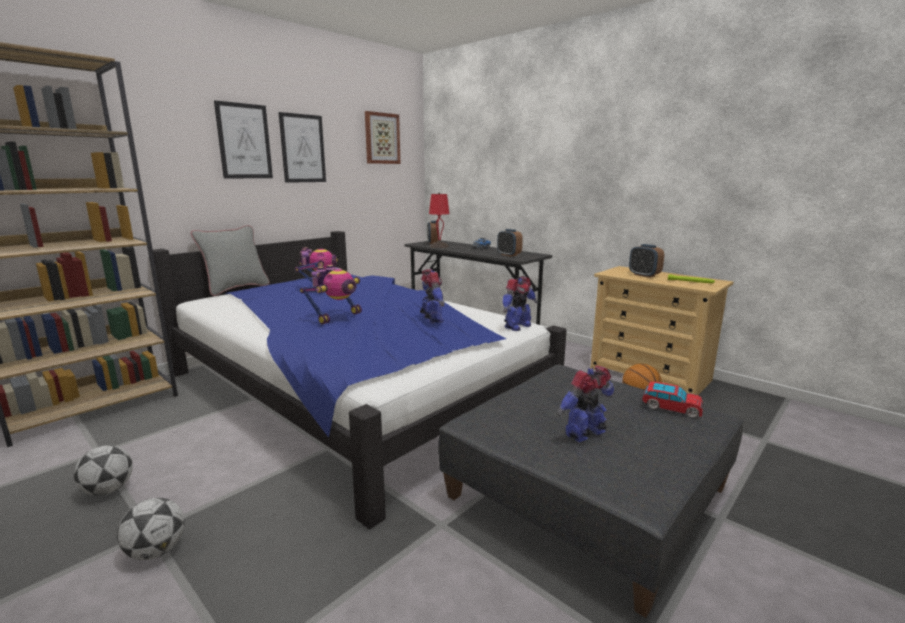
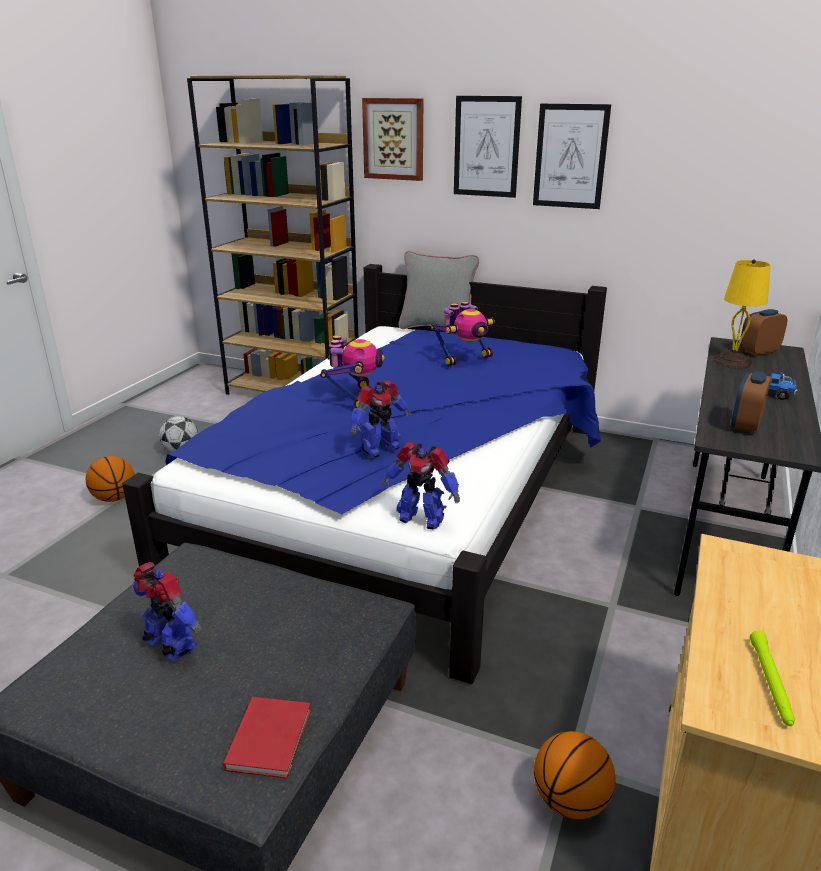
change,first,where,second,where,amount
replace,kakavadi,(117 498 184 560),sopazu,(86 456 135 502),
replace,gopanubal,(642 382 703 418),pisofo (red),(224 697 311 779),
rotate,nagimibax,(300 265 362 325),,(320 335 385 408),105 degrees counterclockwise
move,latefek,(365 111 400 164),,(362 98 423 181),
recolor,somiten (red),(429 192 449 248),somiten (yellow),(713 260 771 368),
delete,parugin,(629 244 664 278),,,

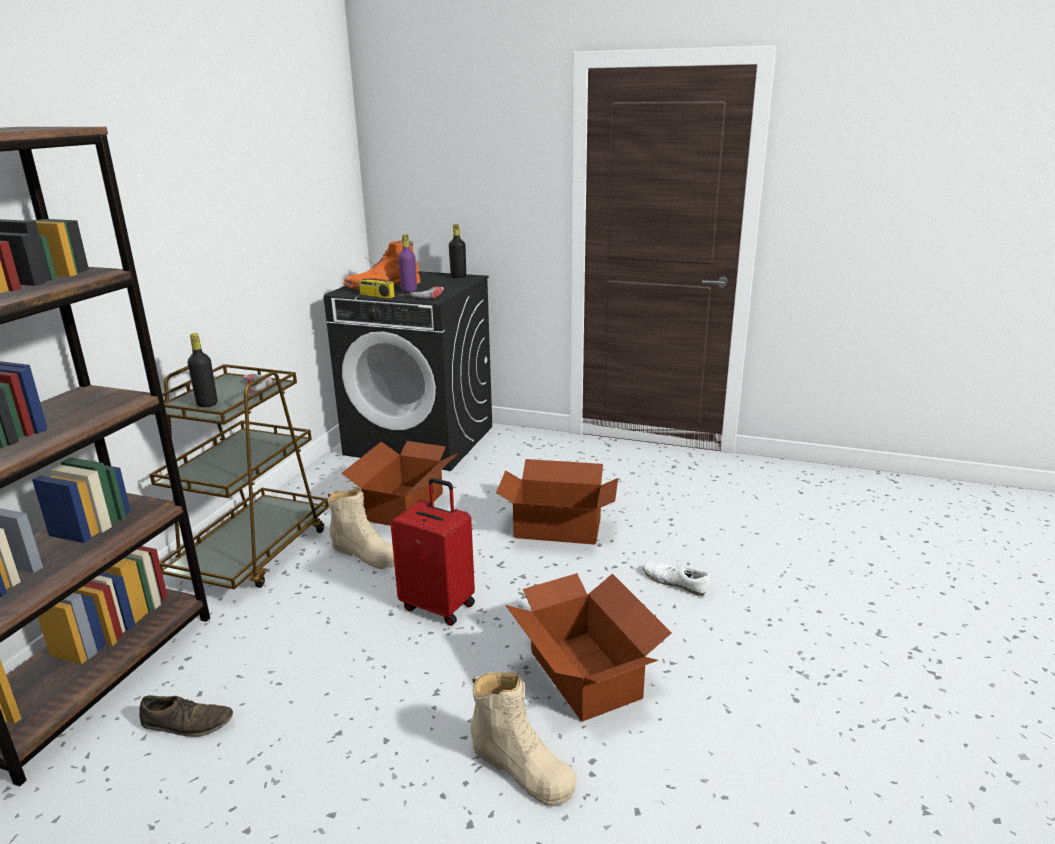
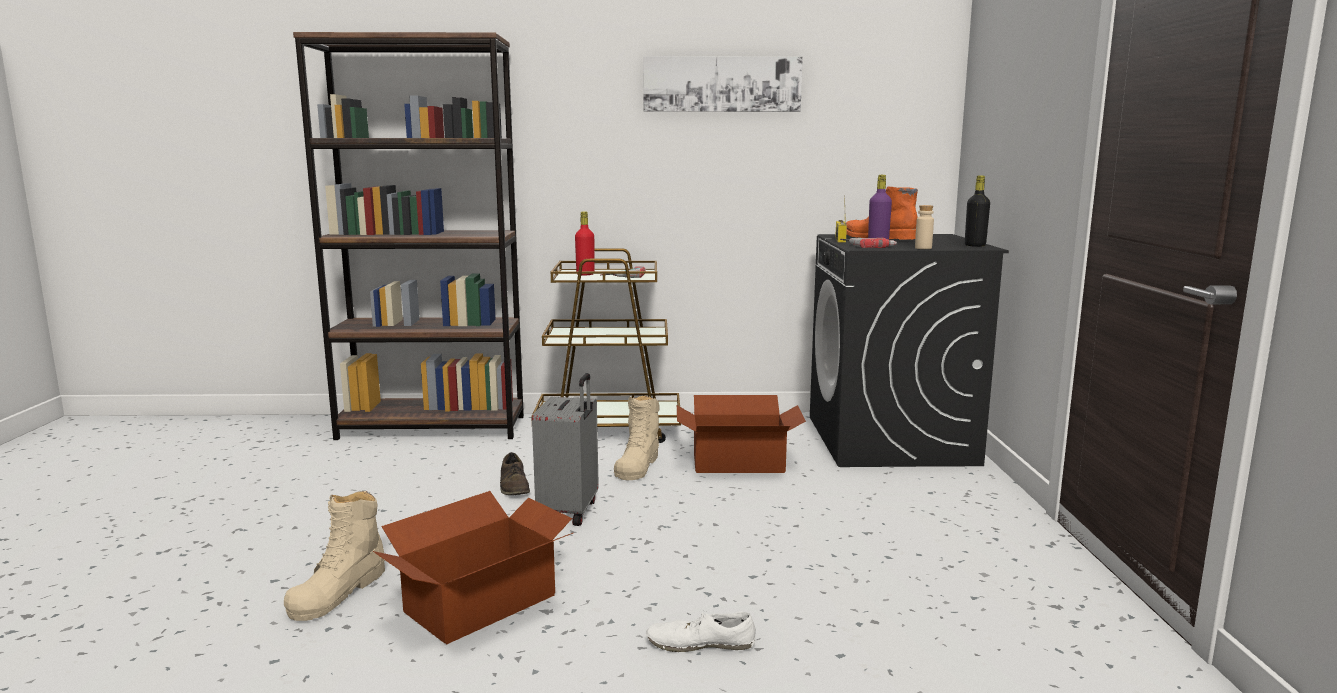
change,first,where,second,where,amount
move,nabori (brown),(139 695 233 737),,(500 452 530 495),
recolor,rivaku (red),(390 478 475 626),rivaku (grey),(532 373 599 526),
recolor,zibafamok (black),(188 333 217 407),zibafamok (red),(575 211 595 276),
insert,,,latefek,(643 56 803 112),
rotate,nabori (white),(643 561 711 596),,(646 611 756 652),105 degrees counterclockwise
insert,,,zibafamok (beige),(915 205 934 249),
delete,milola,(496 459 618 545),,,

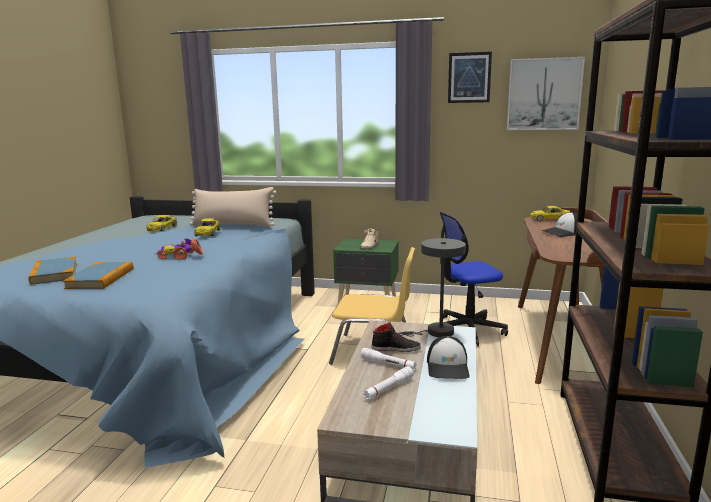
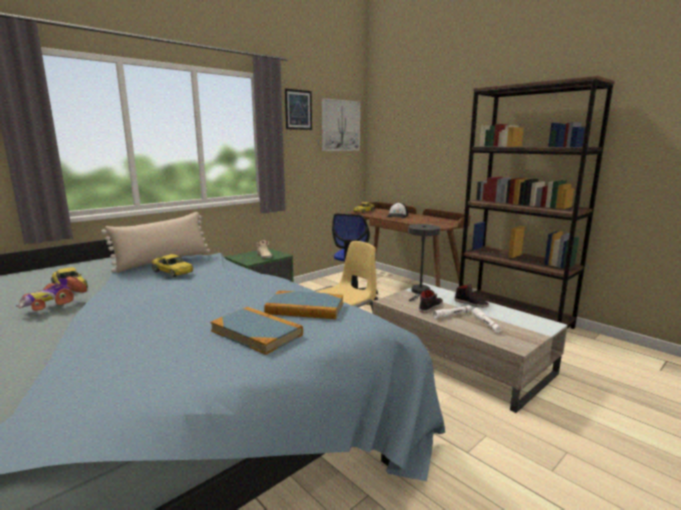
change,first,where,second,where,amount
move,gopanubal,(155 238 203 259),,(16 276 87 311),
move,pisofo,(29 256 77 285),,(264 291 344 319),
replace,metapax,(427 336 469 379),nabori (black),(455 284 489 307),

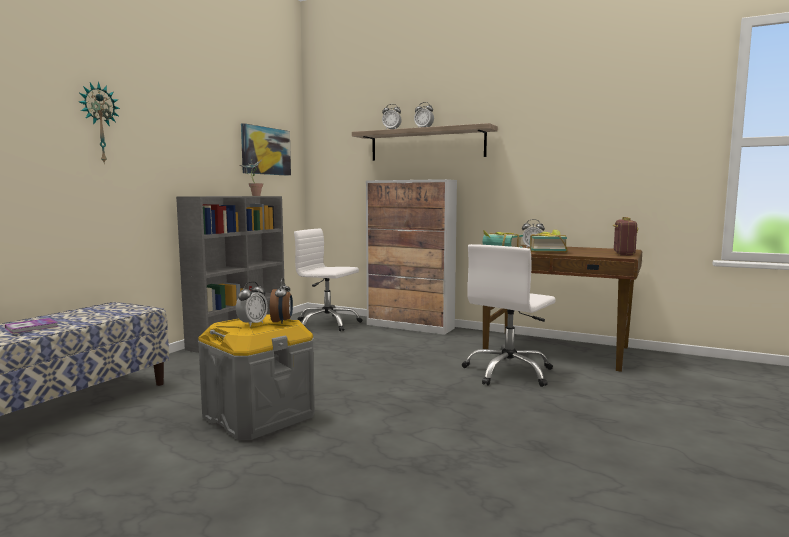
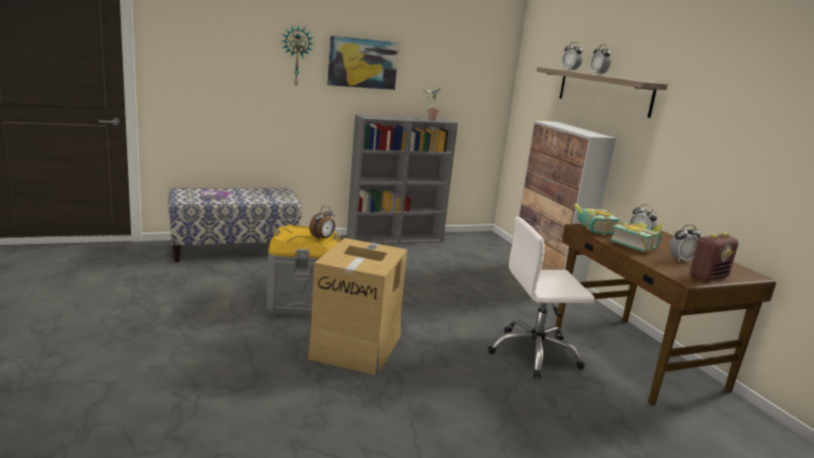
change,first,where,second,where,amount
insert,,,milola,(308 238 408 375),
move,latefek,(241 123 291 176),,(327 36 399 90),
move,parugin,(236 282 268 326),,(669 225 701 262),
delete,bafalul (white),(294 229 362 331),,,

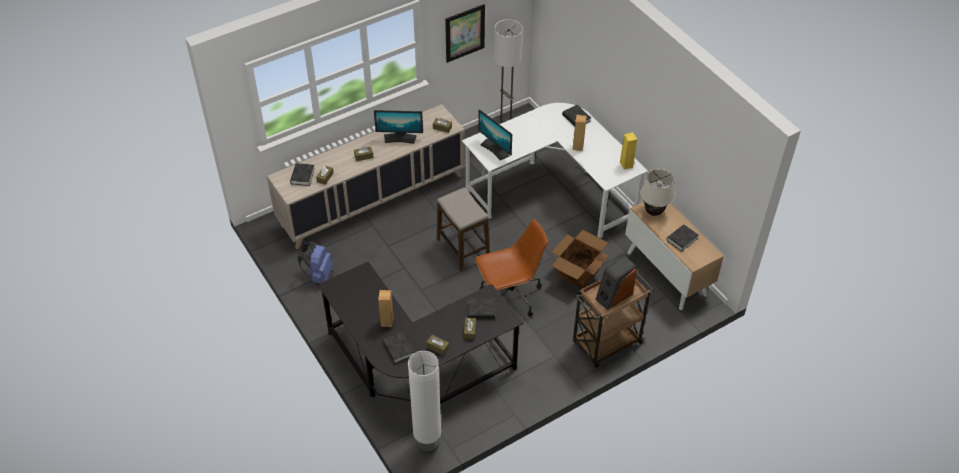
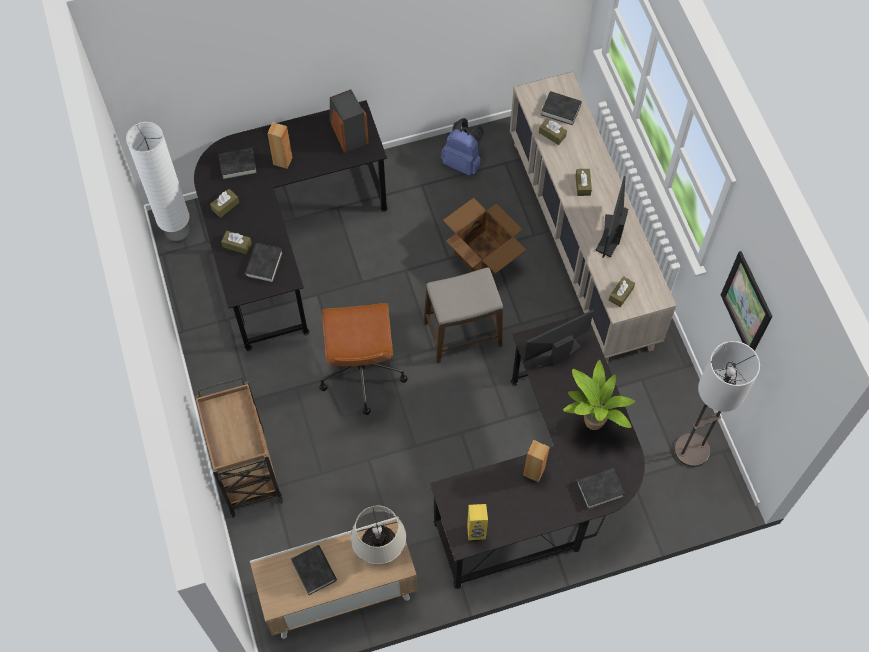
change,first,where,second,where,amount
move,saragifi,(595 255 637 310),,(330 89 369 153),
recolor,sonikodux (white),(462 103 648 238),sonikodux (black),(430 313 645 589),
move,milola,(551 230 609 289),,(443 198 526 274),
insert,,,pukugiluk,(563 360 635 430),

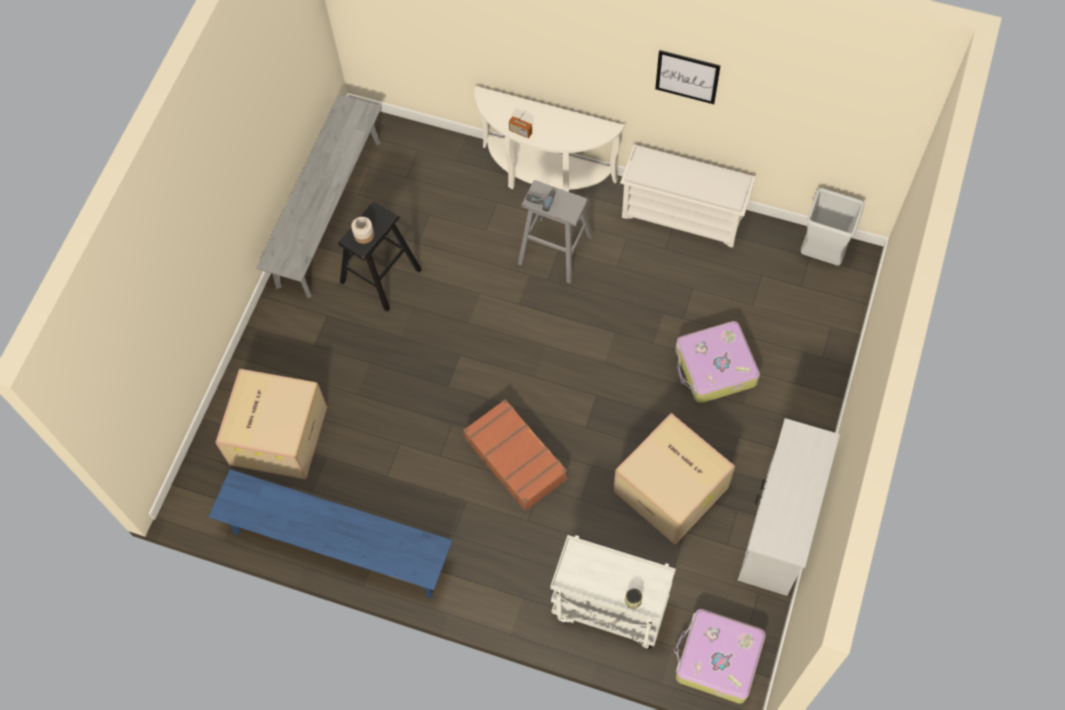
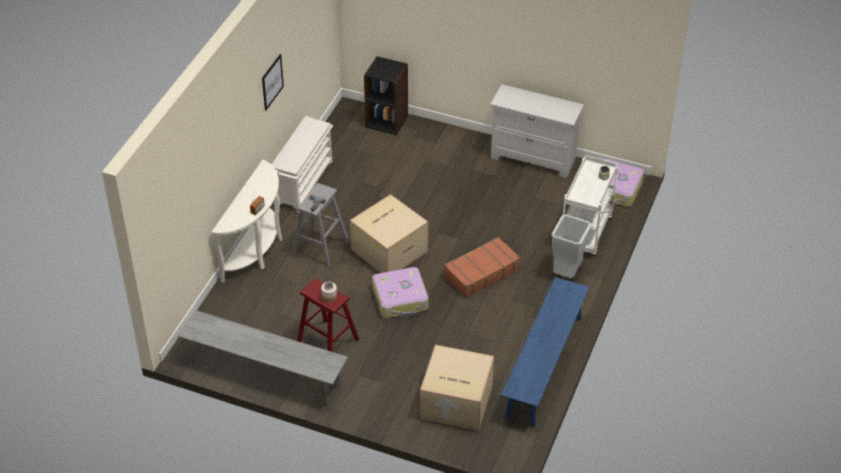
change,first,where,second,where,amount
recolor,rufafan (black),(338 201 422 312),rufafan (red),(297 279 359 352),
move,milola,(614 413 735 545),,(350 194 428 273),
insert,,,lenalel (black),(364 56 408 135),
move,rivaku,(675 321 760 403),,(372 267 428 318),
move,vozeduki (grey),(801 188 864 265),,(551 215 591 278),

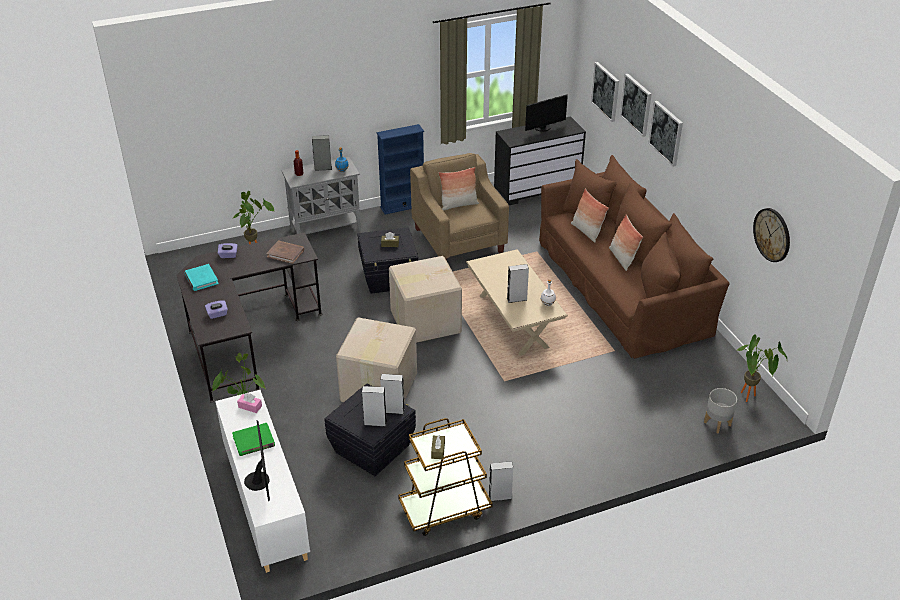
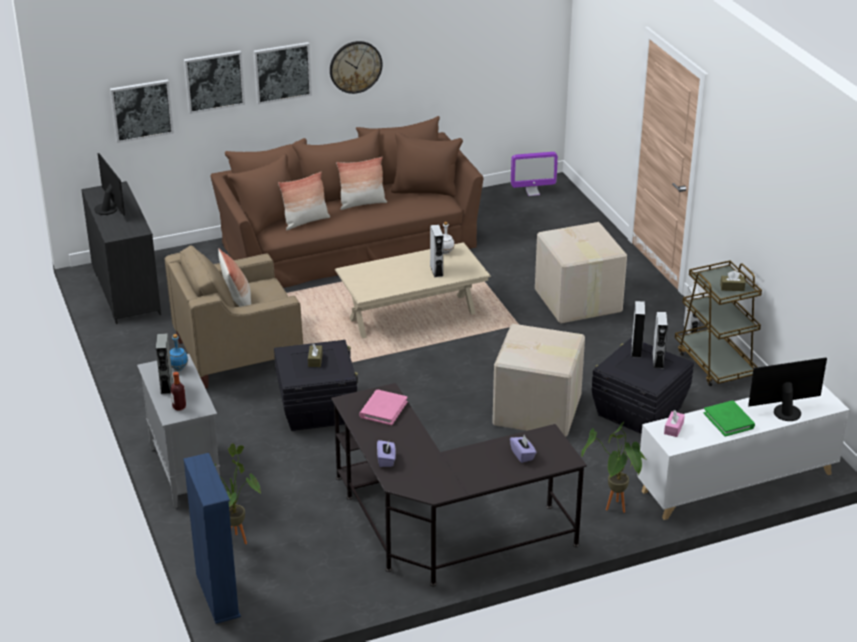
change,first,where,second,where,amount
move,lenalel (blue),(376 124 424 215),,(183 453 241 624),
move,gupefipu,(753 208 790 262),,(330 41 382 94),
recolor,pisofo (brown),(266 241 304 264),pisofo (pink),(359 390 408 425),
replace,pukugiluk,(737 334 787 402),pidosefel,(511 152 558 196),
move,milola,(389 256 462 343),,(535 222 627 324),
delete,pisofo (turquoise),(185 264 219 291),,,
delete,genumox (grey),(704 388 737 434),,,

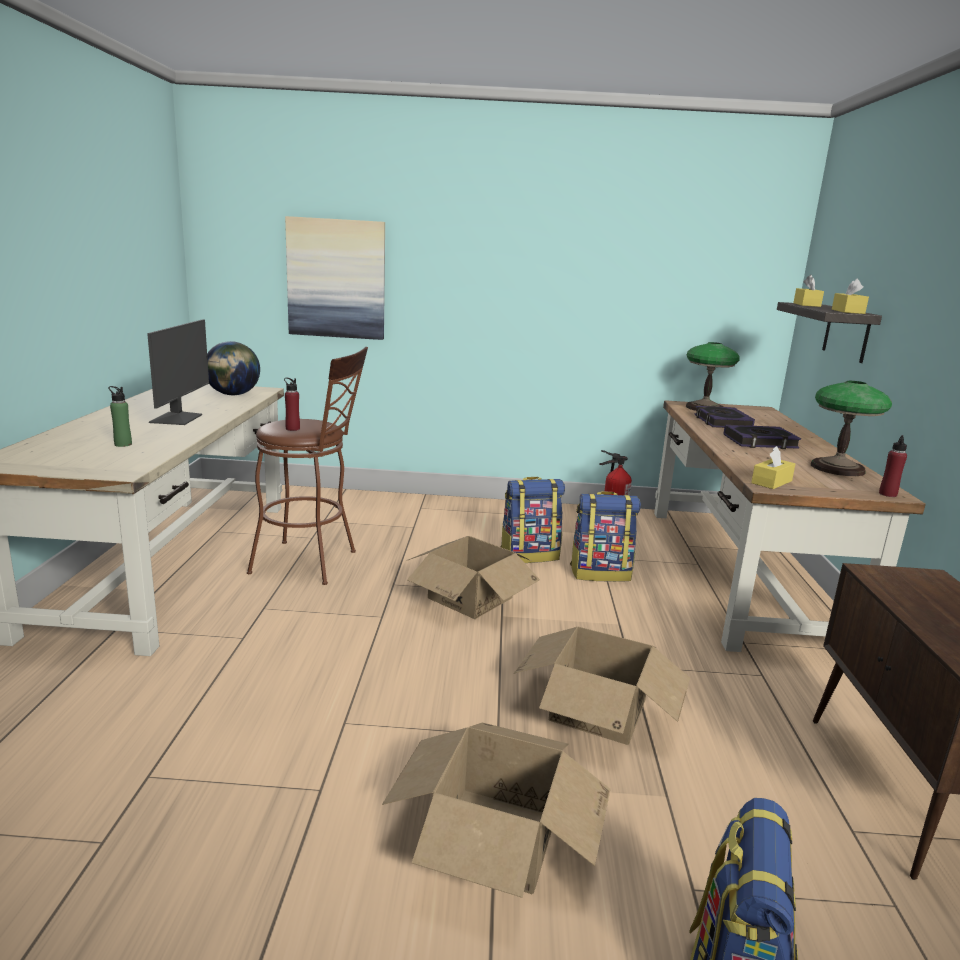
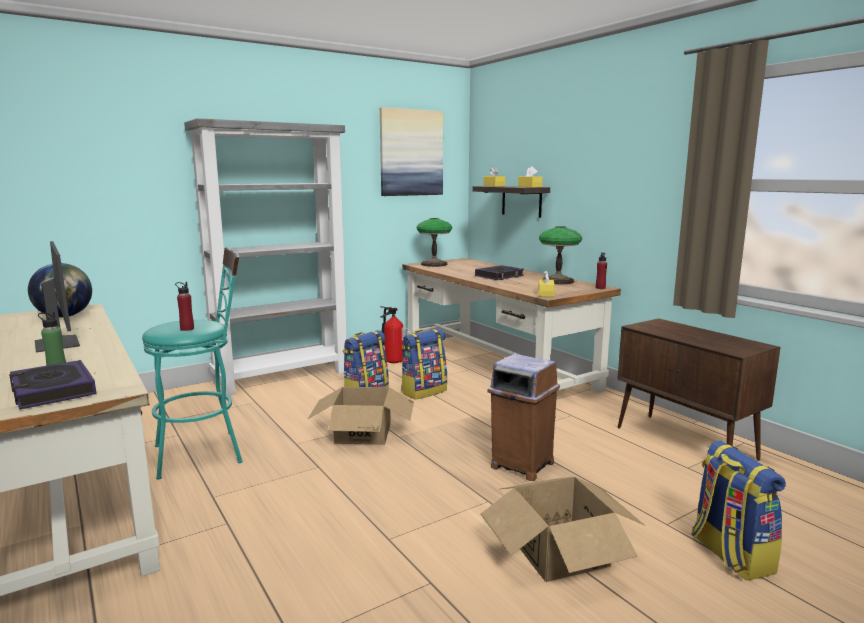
change,first,where,second,where,amount
move,pisofo,(694 406 755 428),,(9 360 96 409),
recolor,rufafan (brown),(247 347 368 585),rufafan (turquoise),(142 247 243 479),
insert,,,lenalel (grey),(184 118 347 396),
move,latefek,(285 216 385 340),,(380 107 443 196),
replace,milola,(514 627 690 745),vozeduki (brown),(488 354 560 481),

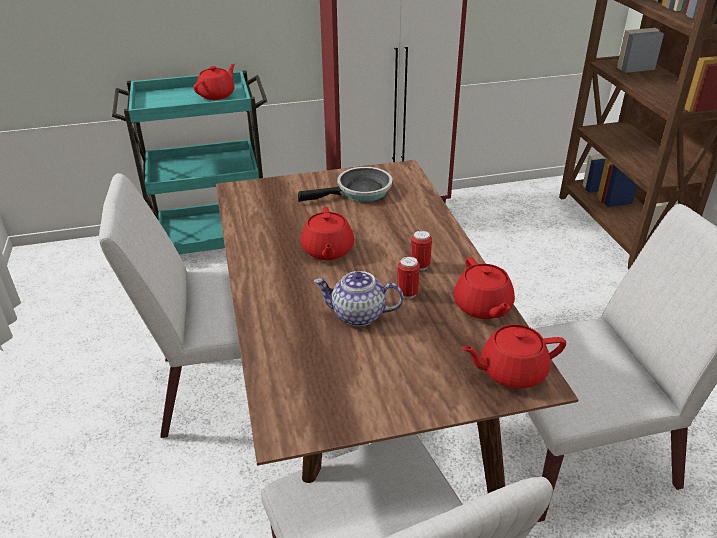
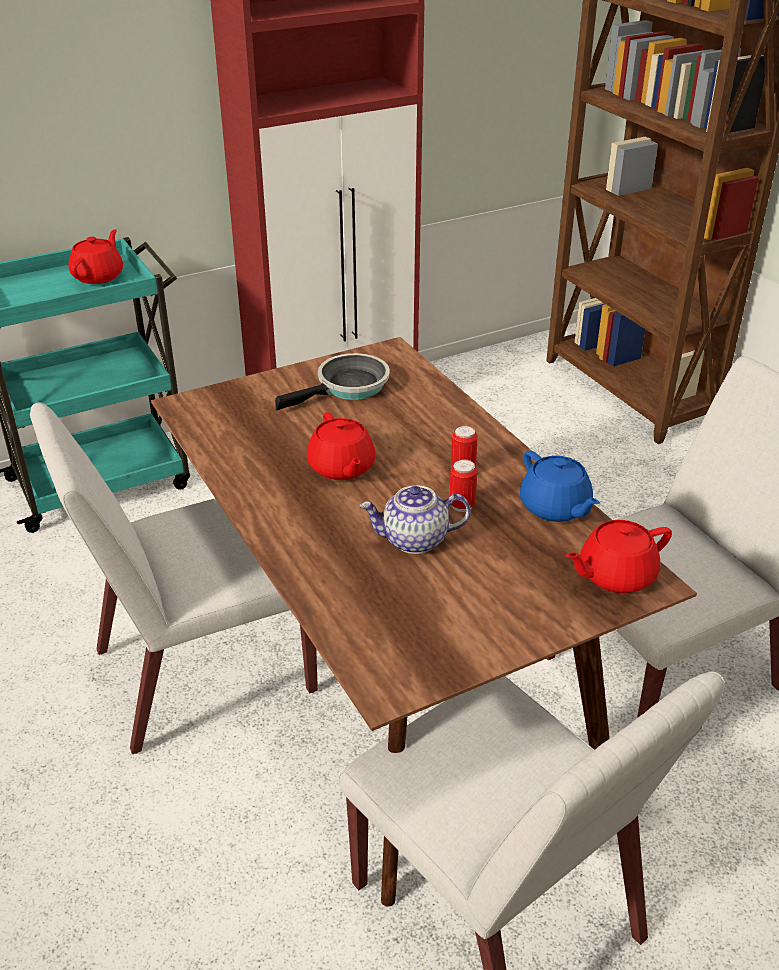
change,first,where,second,where,amount
recolor,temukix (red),(454 257 515 319),temukix (blue),(520 450 600 522),

